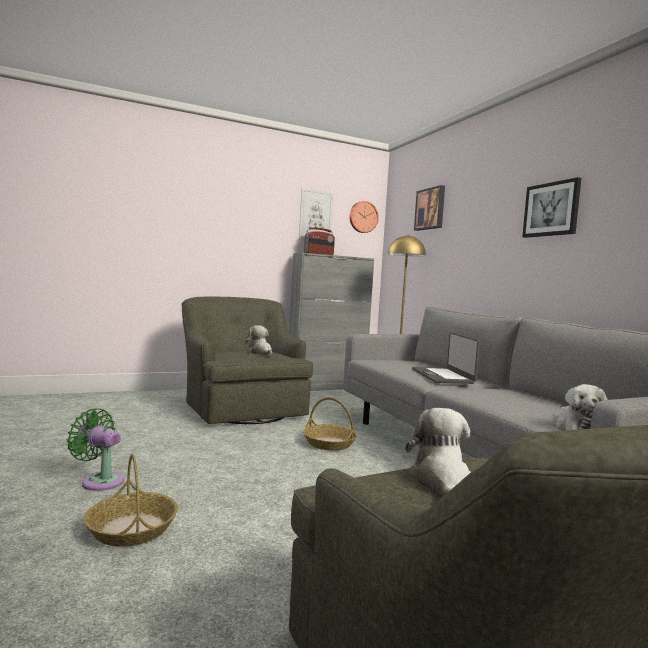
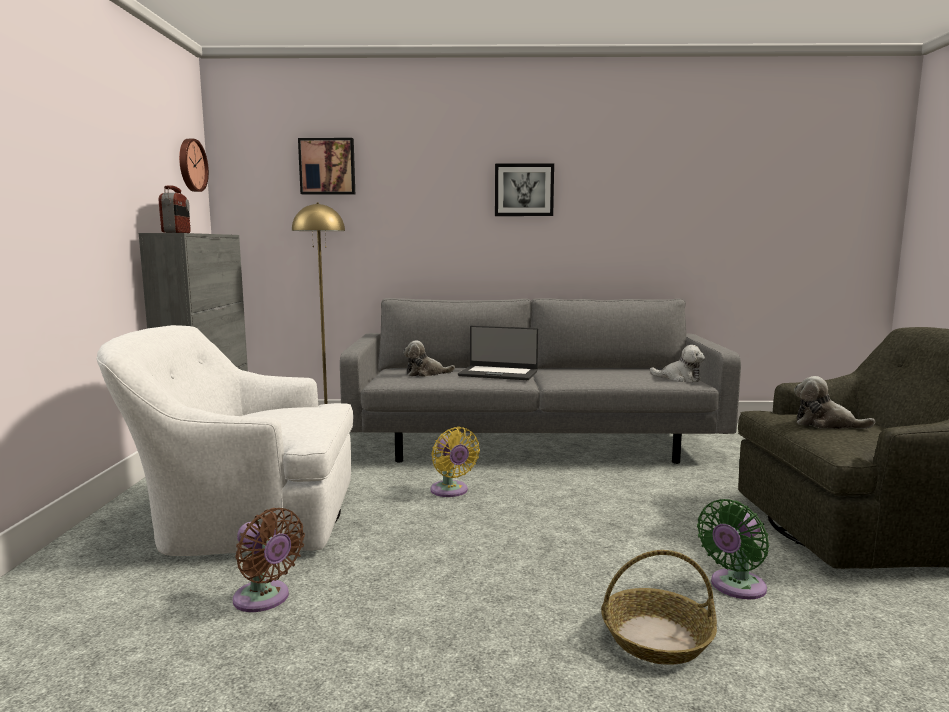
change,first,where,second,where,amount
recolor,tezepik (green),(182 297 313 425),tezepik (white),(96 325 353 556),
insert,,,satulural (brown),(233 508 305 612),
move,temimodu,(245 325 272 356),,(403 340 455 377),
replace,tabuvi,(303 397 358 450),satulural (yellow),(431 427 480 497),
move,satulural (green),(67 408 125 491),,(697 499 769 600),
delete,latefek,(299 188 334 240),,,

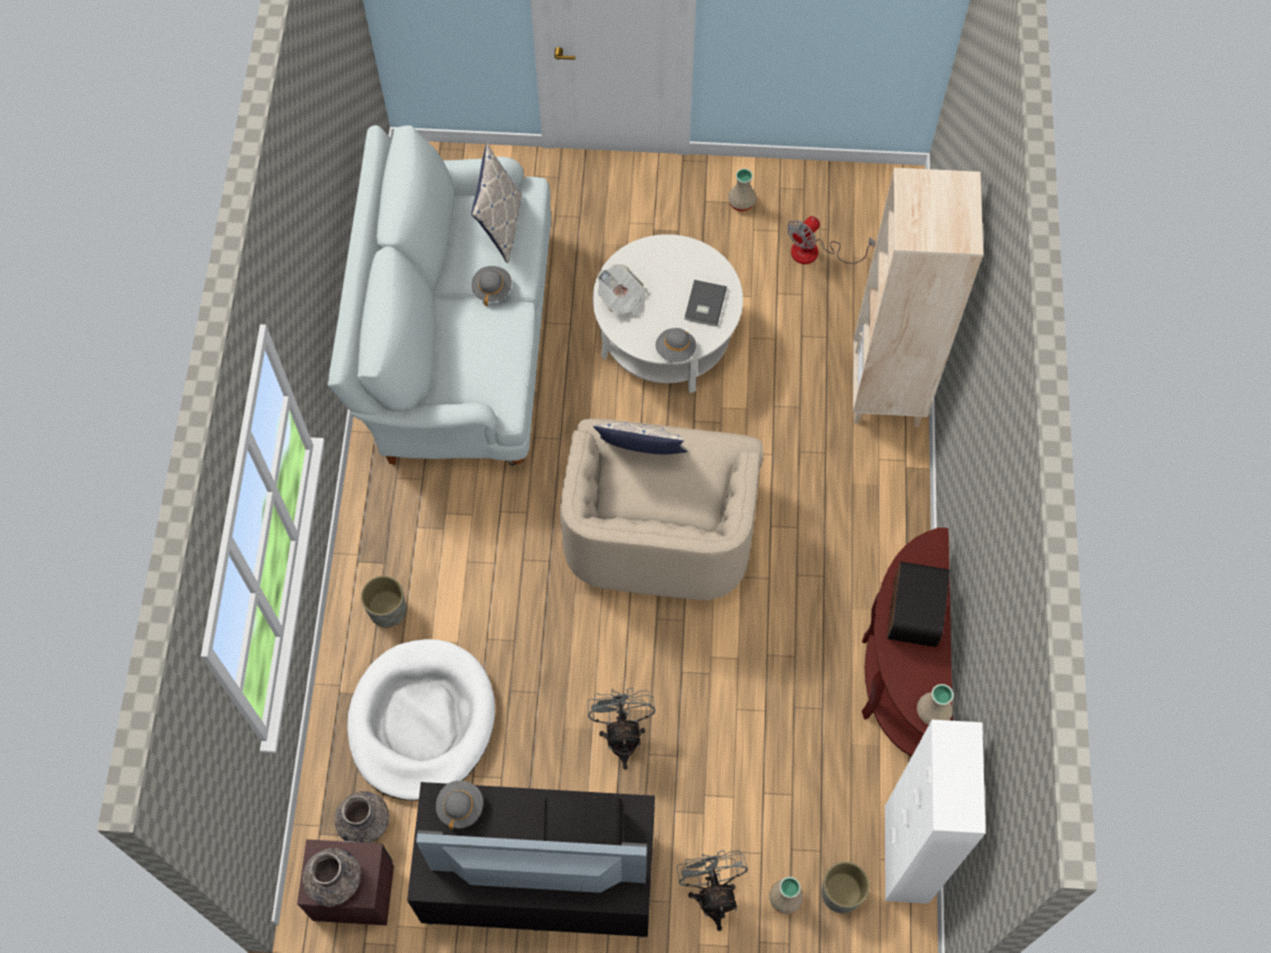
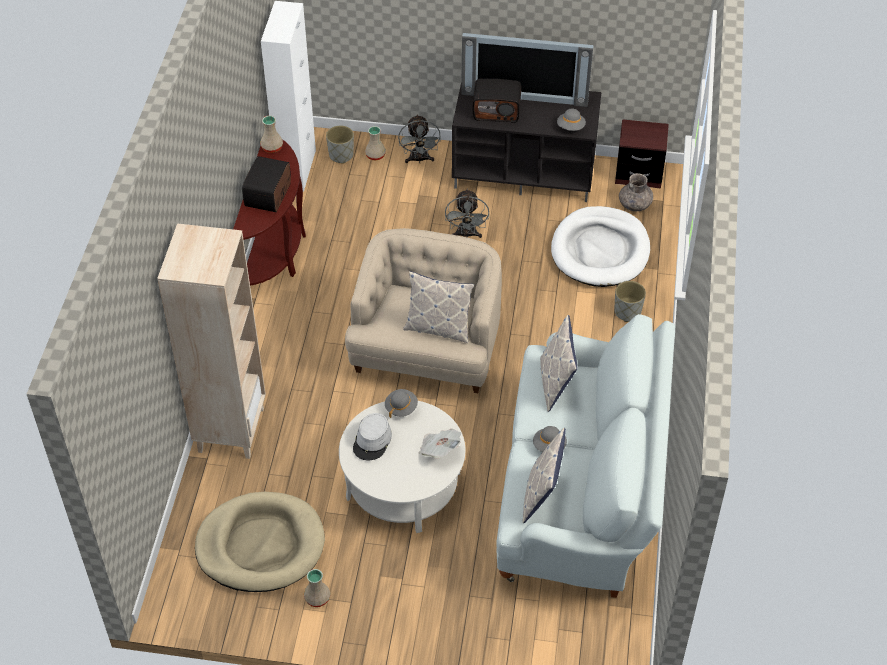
change,first,where,second,where,amount
replace,satulural,(787 216 875 264),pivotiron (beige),(195 492 325 592),
replace,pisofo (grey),(684 280 727 326),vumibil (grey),(353 413 392 460),
insert,,,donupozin,(540 315 577 412),
delete,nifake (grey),(302 848 361 906),,,

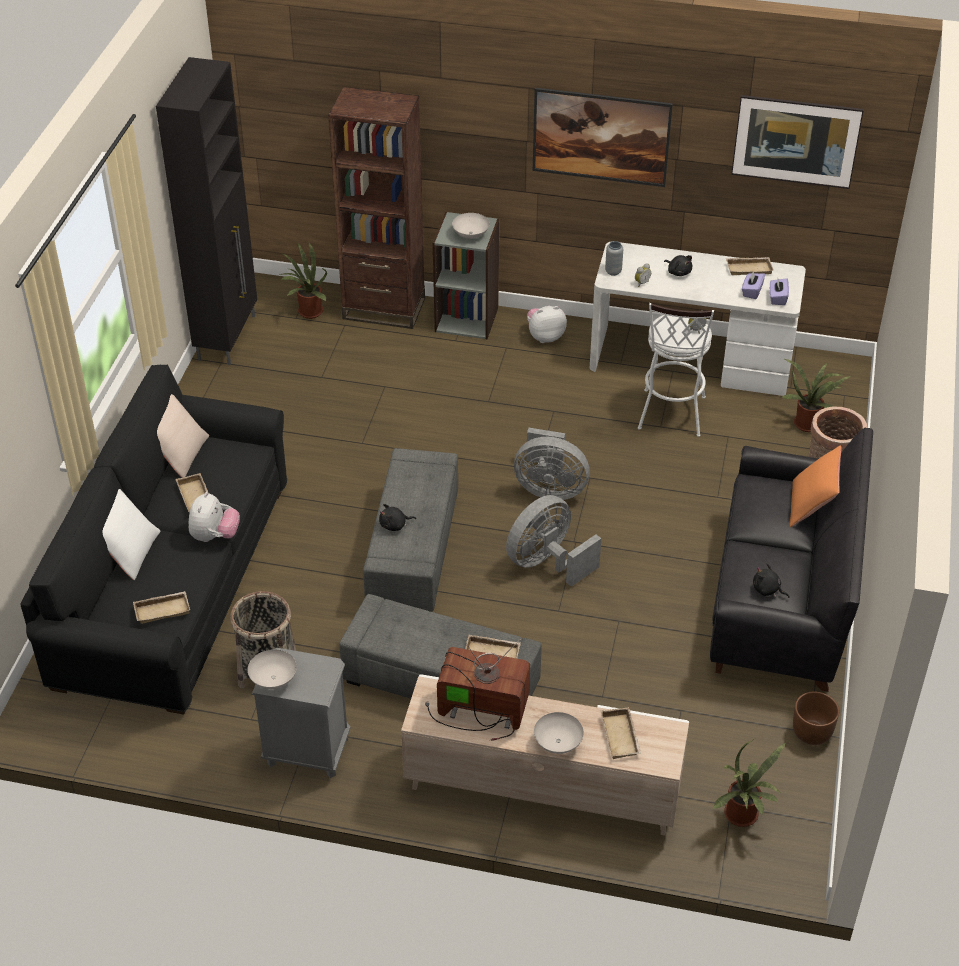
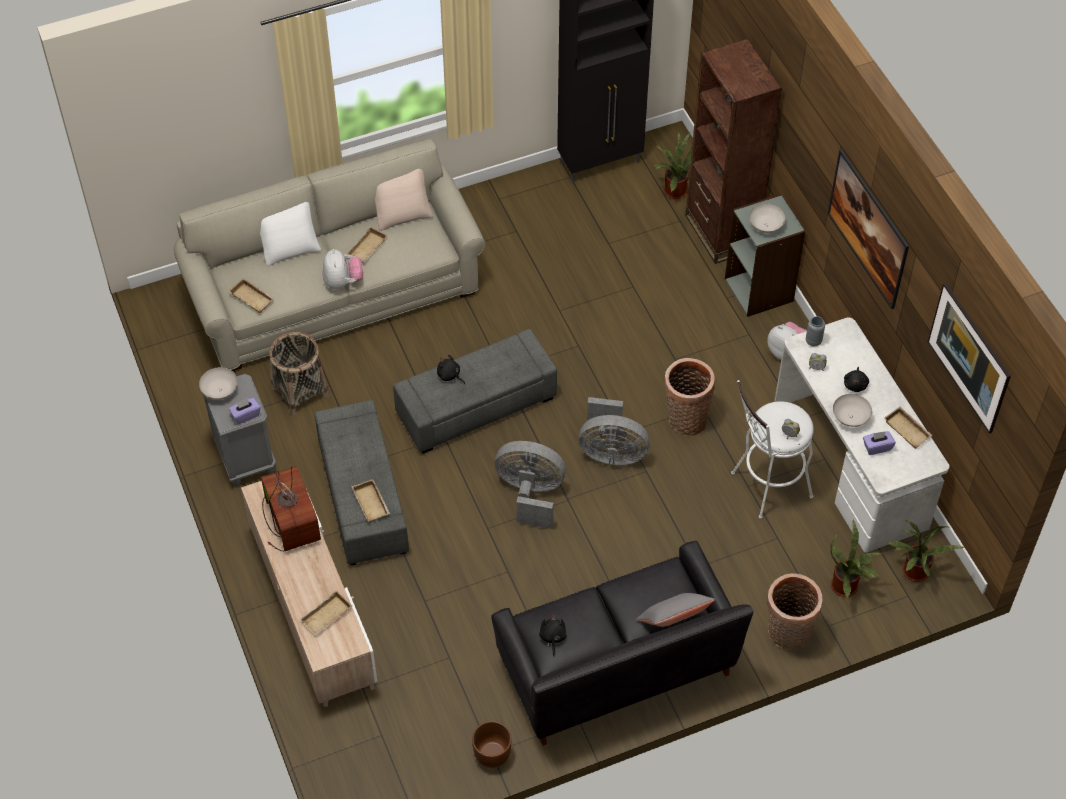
change,first,where,second,where,amount
recolor,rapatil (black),(21 365 287 714),rapatil (beige),(174 139 485 371),
move,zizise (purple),(770 278 789 305),,(229 398 261 424),
rotate,temimodu,(189 492 240 542),,(323 249 363 289),75 degrees counterclockwise
rotate,satulural (grey),(514 428 590 500),,(579 397 650 465),60 degrees counterclockwise
recolor,donupozin (orange),(790 445 841 527),donupozin (grey),(636 593 715 627),
insert,,,tabuvi,(664 358 715 436),
move,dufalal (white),(534 712 584 754),,(833 394 872 427),
move,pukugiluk,(713 738 785 827),,(889 520 965 582),

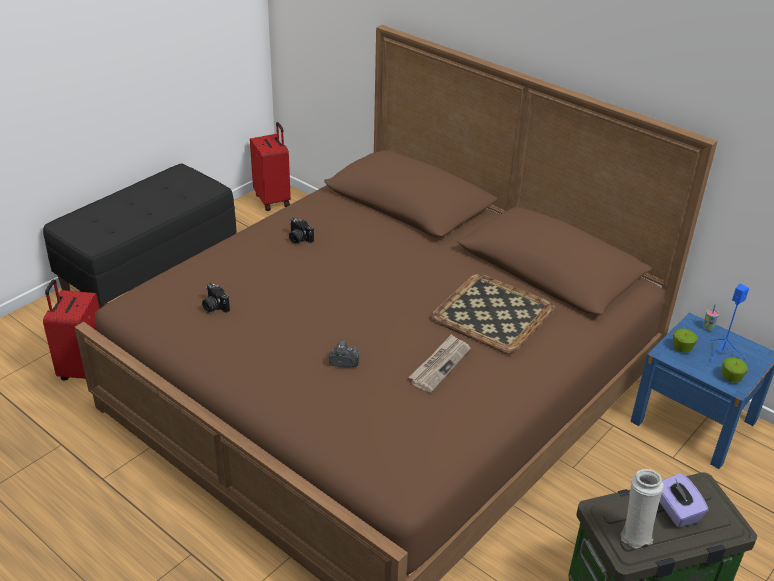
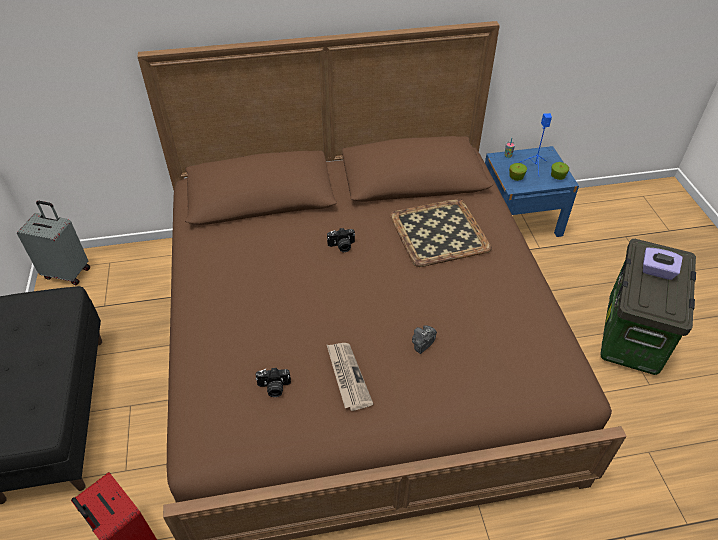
change,first,where,second,where,amount
recolor,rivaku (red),(250 122 291 211),rivaku (grey),(17 201 90 285),
move,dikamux,(289 218 314 244),,(327 228 355 252),
move,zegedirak,(409 334 471 393),,(327 343 373 411),
delete,nifake (white),(621 469 664 549),,,

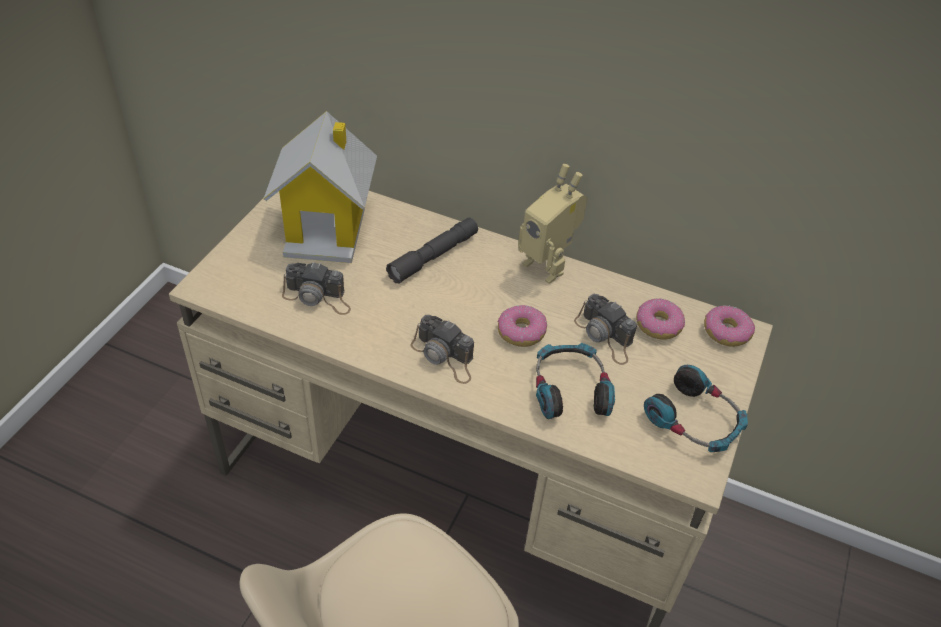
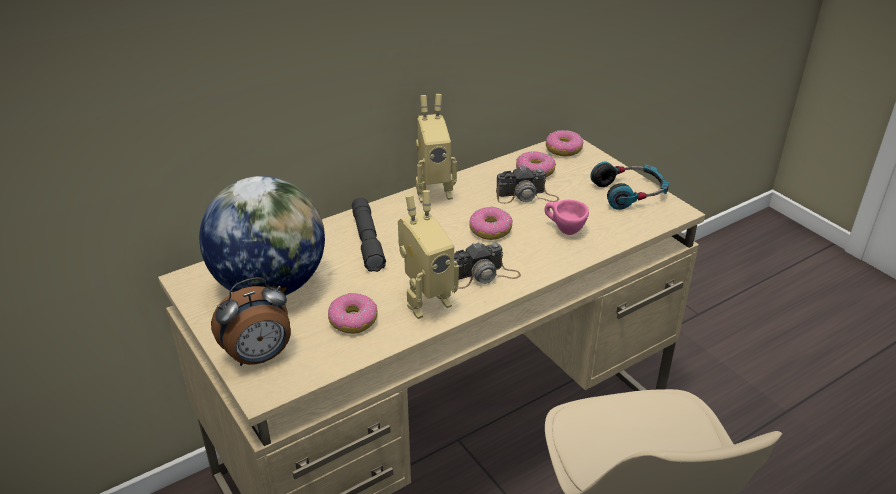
change,first,where,second,where,amount
replace,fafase,(263 111 377 263),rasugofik,(199 176 325 296),
insert,,,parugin,(211 277 291 366),
replace,dikamux,(282 262 351 315),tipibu,(328 293 377 334),
insert,,,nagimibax,(398 190 459 319),
replace,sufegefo,(536 343 615 419),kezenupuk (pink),(544 200 589 235),

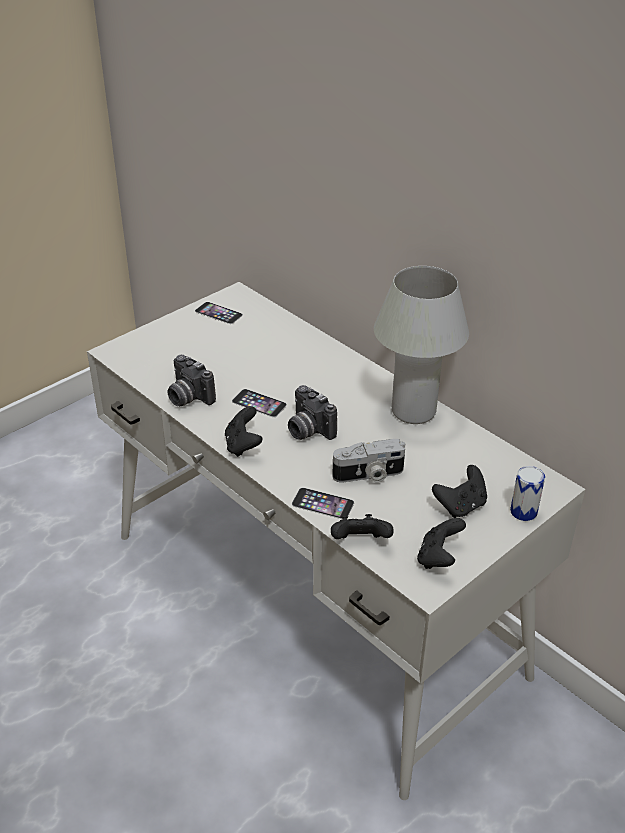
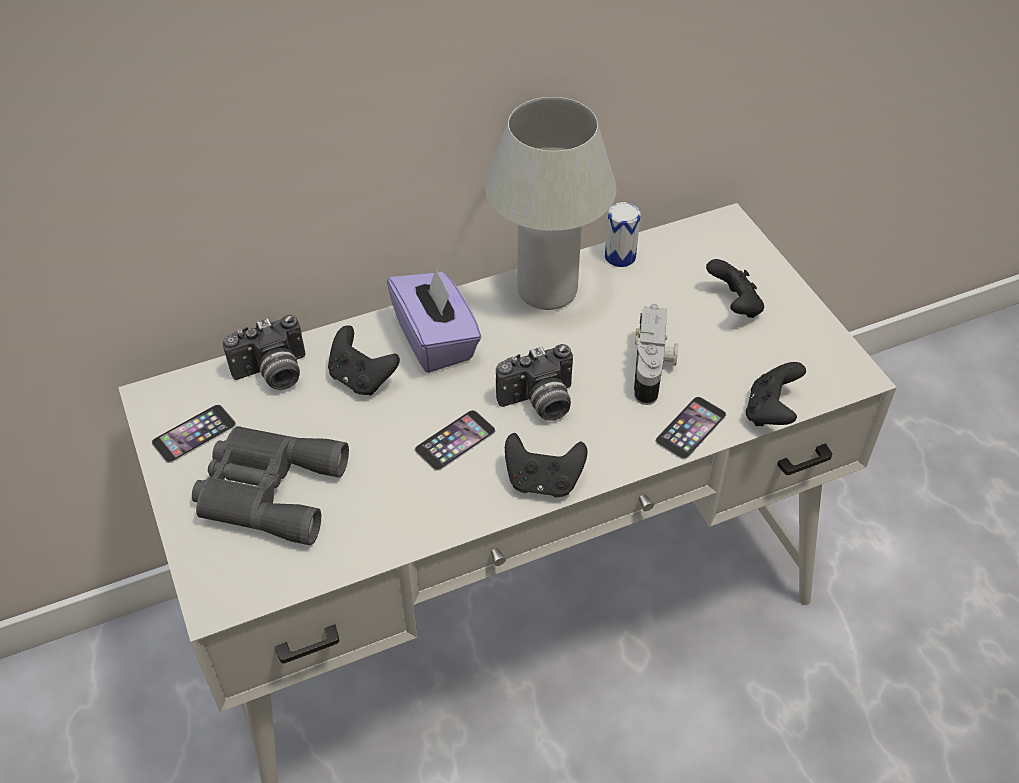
change,first,where,second,where,amount
insert,,,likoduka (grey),(192 426 349 545),
move,dikamux,(168 355 216 406),,(223 315 306 390),
move,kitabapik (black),(417 518 466 569),,(328 325 400 396),
insert,,,zizise (purple),(387 266 482 373),
move,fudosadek,(510 466 545 521),,(605 202 641 267),

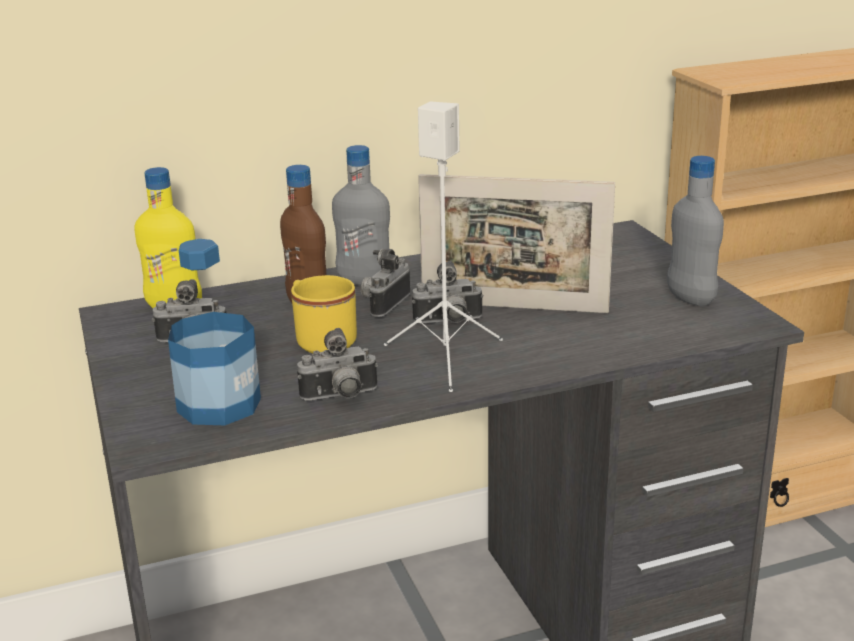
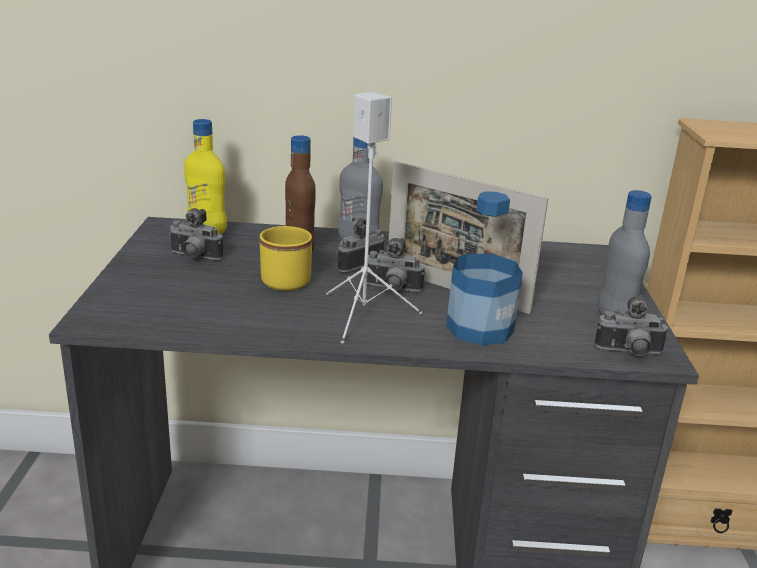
change,first,where,second,where,amount
move,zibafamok,(168 239 261 425),,(446 192 523 345),
move,dikamux,(297 328 378 401),,(594 295 669 356),

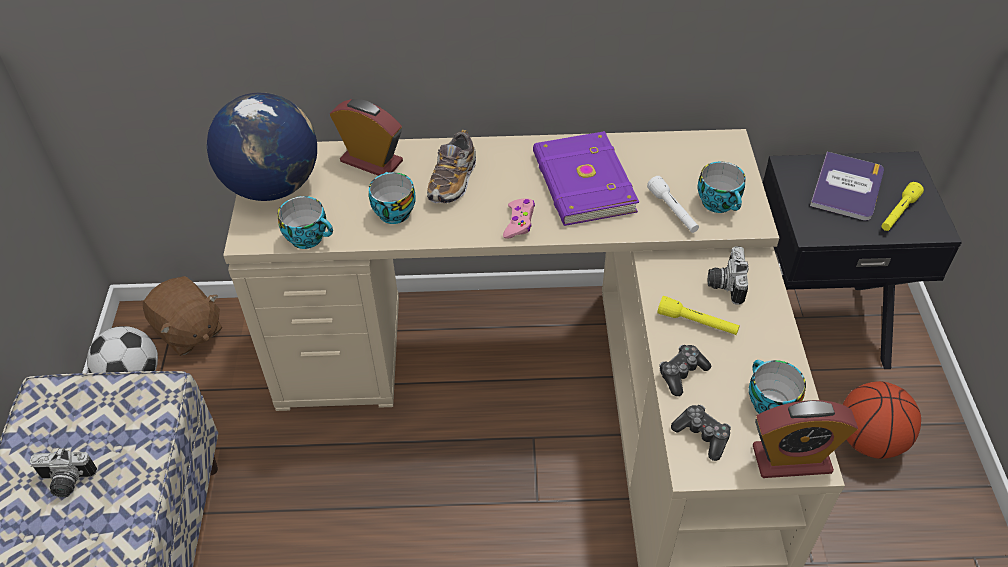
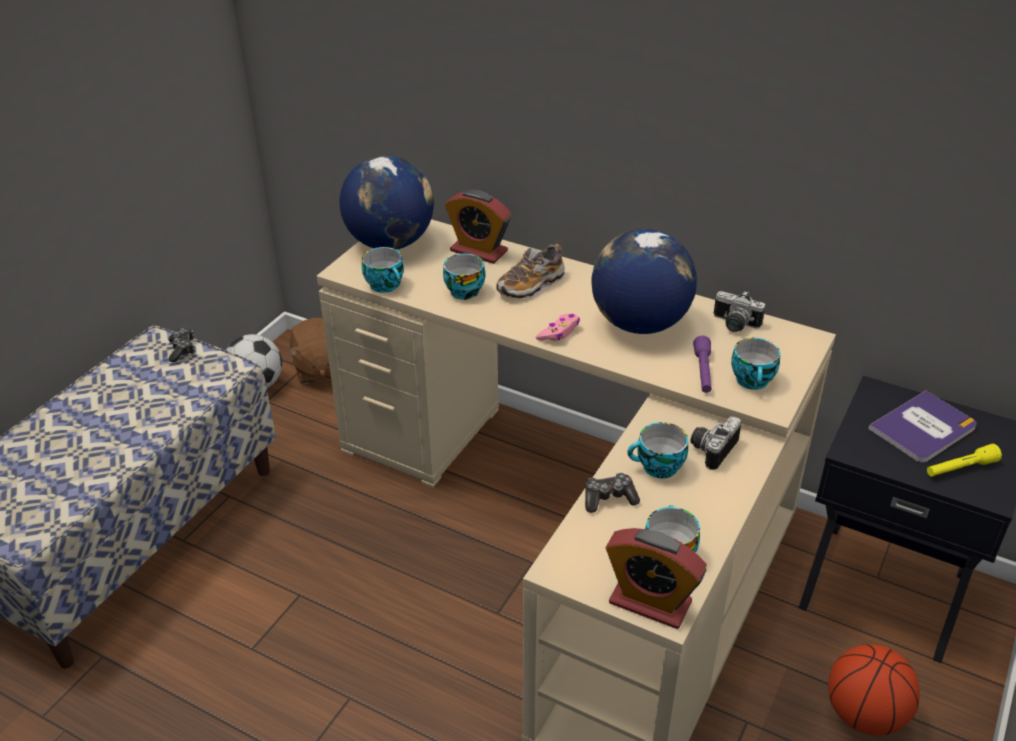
change,first,where,second,where,amount
move,kitabapik,(671 405 731 461),,(168 327 194 362),
rotate,parugin,(330 99 403 176),,(445 190 511 264),150 degrees clockwise
replace,pisofo (purple),(533 131 639 226),rasugofik,(591 229 697 334),
replace,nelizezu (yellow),(657 296 740 335),kezenupuk,(627 422 688 479),
recolor,nelizezu (white),(647 176 699 233),nelizezu (purple),(693 336 712 393),
move,dikamux,(29 448 97 497),,(714 291 765 332),

